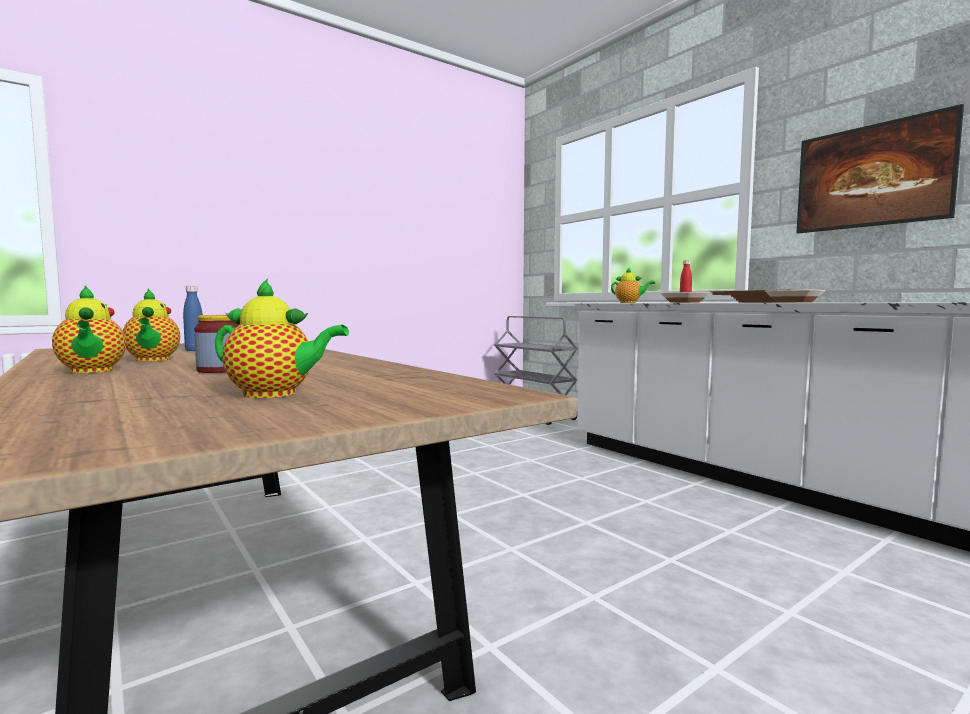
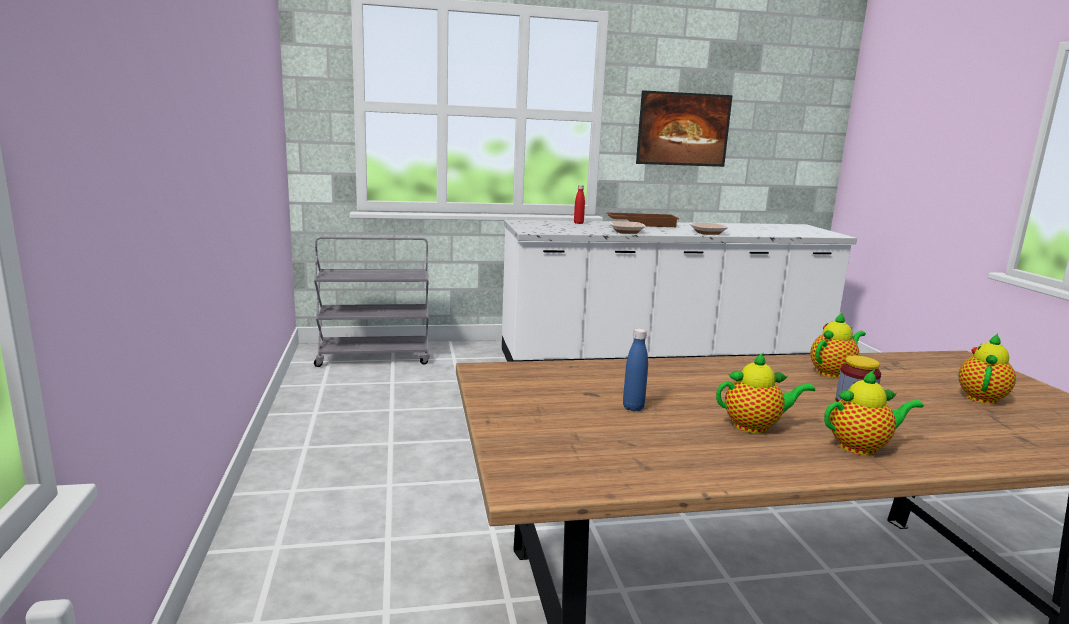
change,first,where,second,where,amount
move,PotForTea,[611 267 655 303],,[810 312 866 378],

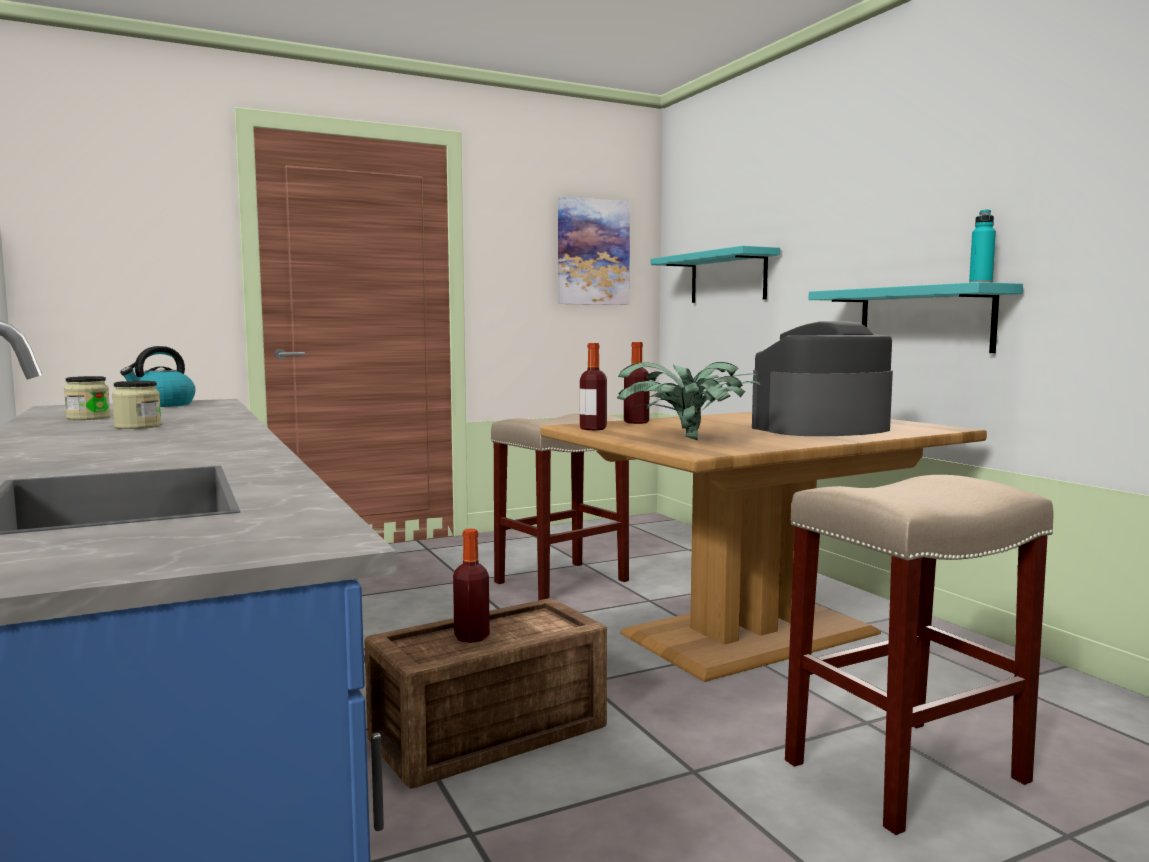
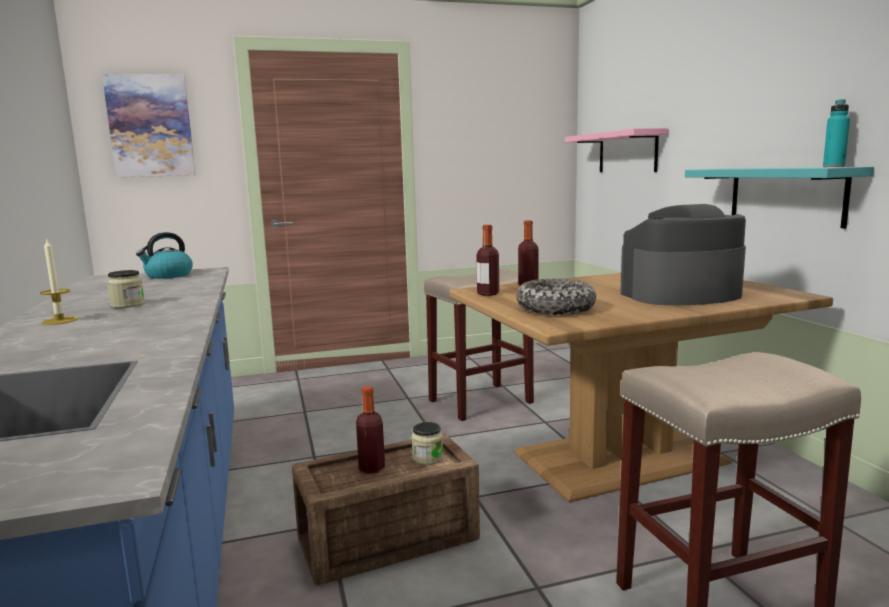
change,first,where,second,where,amount
move,StorageJar,[64 376 111 420],,[411 422 443 465],
move,WallPicture,[558 196 630 305],,[102 74 195 177],
replace,PlantInAPot,[617 362 760 440],ServingBowl,[517 279 596 315],
recolor,TurquoiseColouredShelf,[651 246 780 303],PinkColouredShelf,[565 128 669 172],
insert,,,WaxLight,[40 238 78 325],

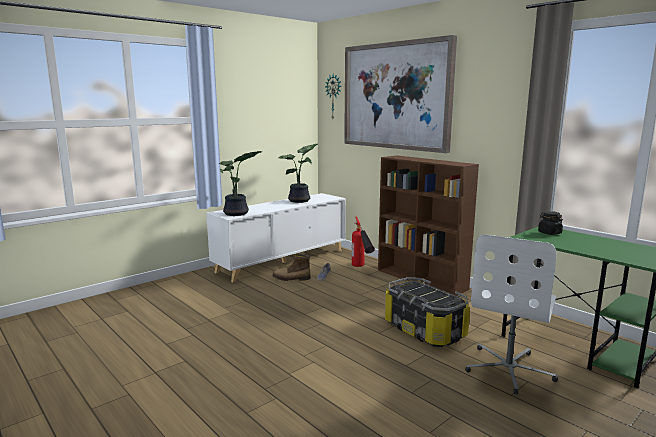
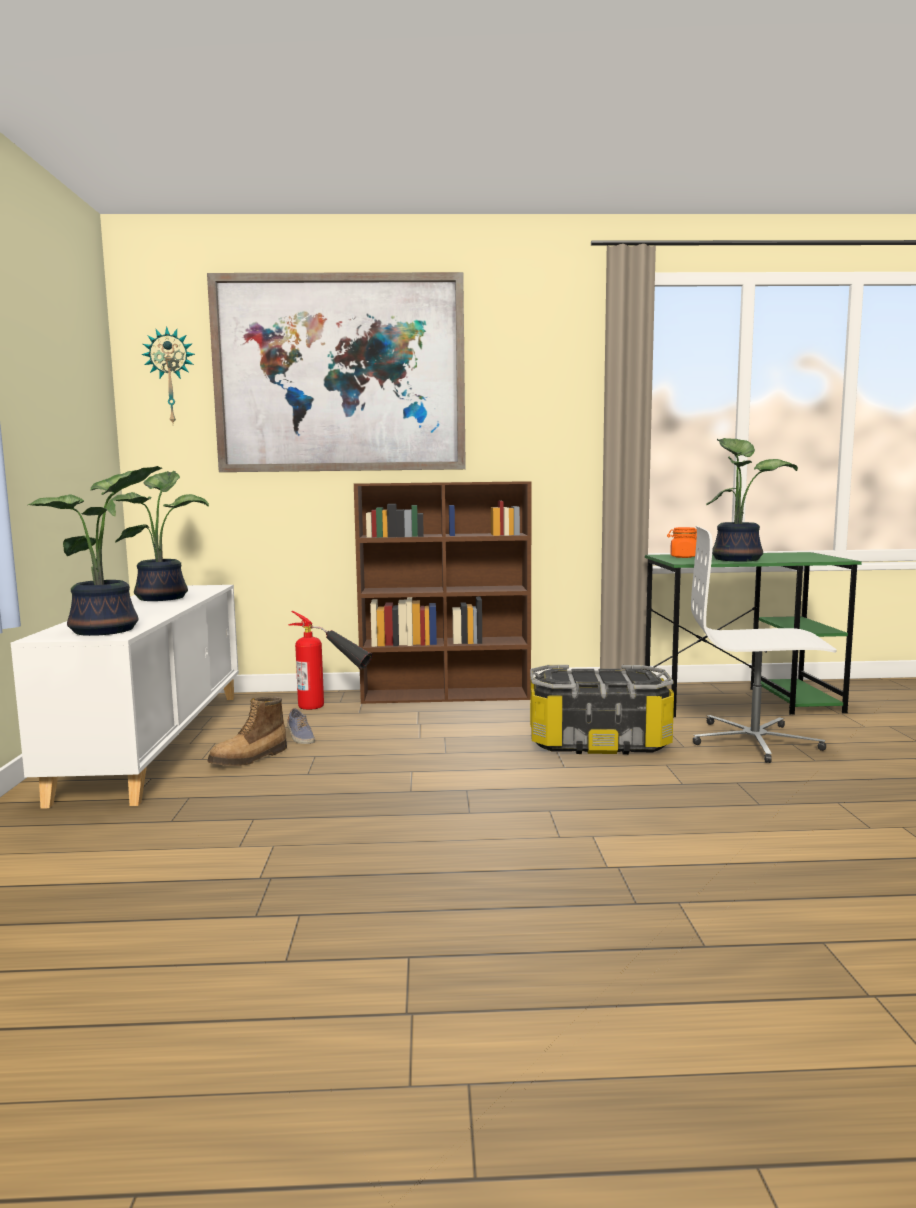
change,first,where,second,where,amount
rotate,WhiteColouredOfficeChair,[465 234 558 395],,[691 526 837 763],120 degrees clockwise
recolor,BlackColouredStorageJar,[538 211 563 235],OrangeStorageJar,[667 527 697 558],
insert,,,PlantInAPot,[706 438 798 561],

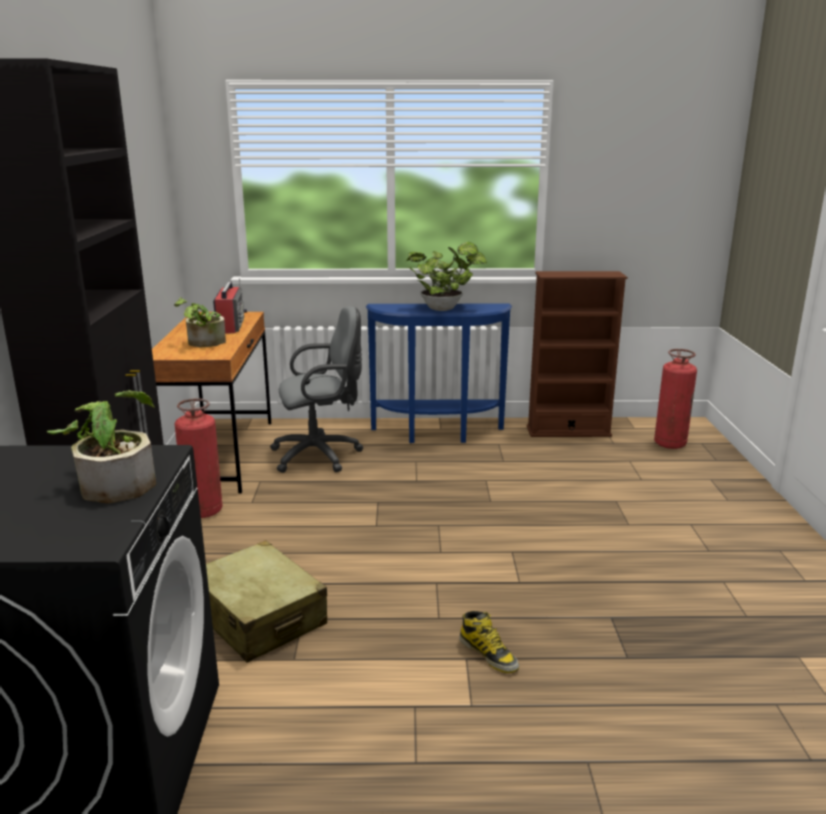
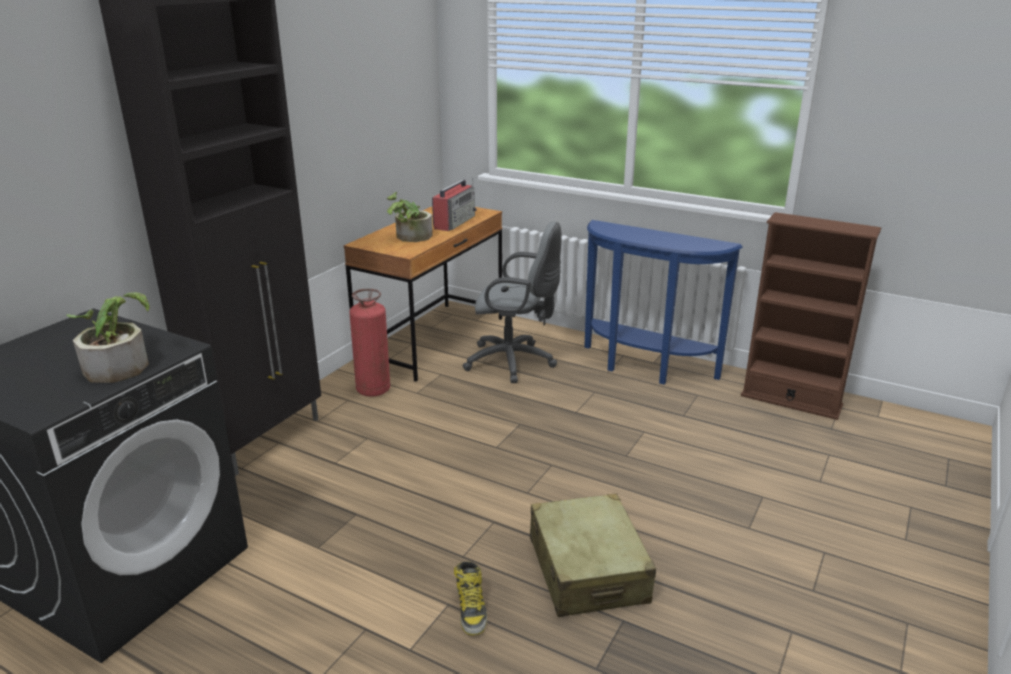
change,first,where,second,where,amount
move,BeigeColouredTravelCase,[206 540 327 663],,[530 493 656 617],
delete,PlantInAPot,[406 242 487 311],,,
delete,FireFightingCylinder,[654 349 697 449],,,

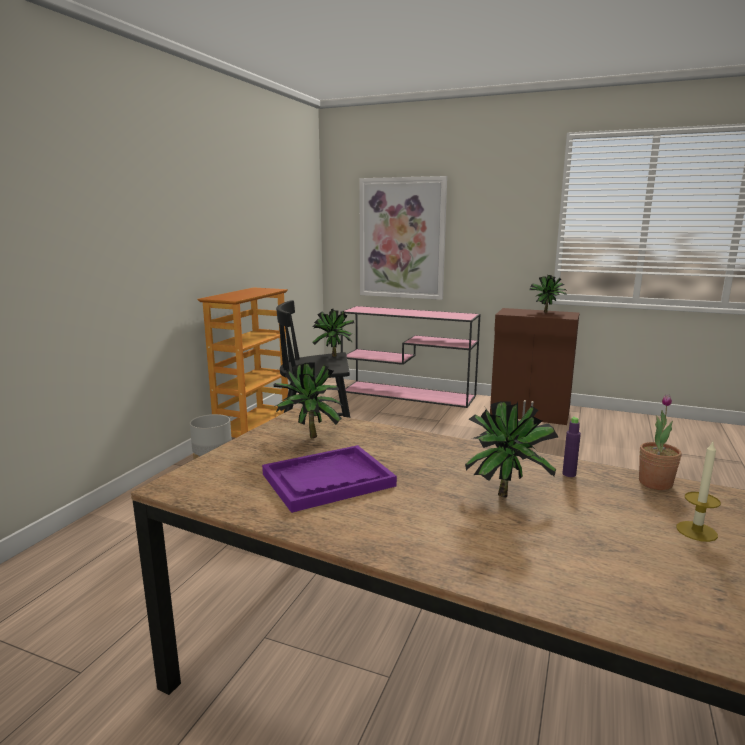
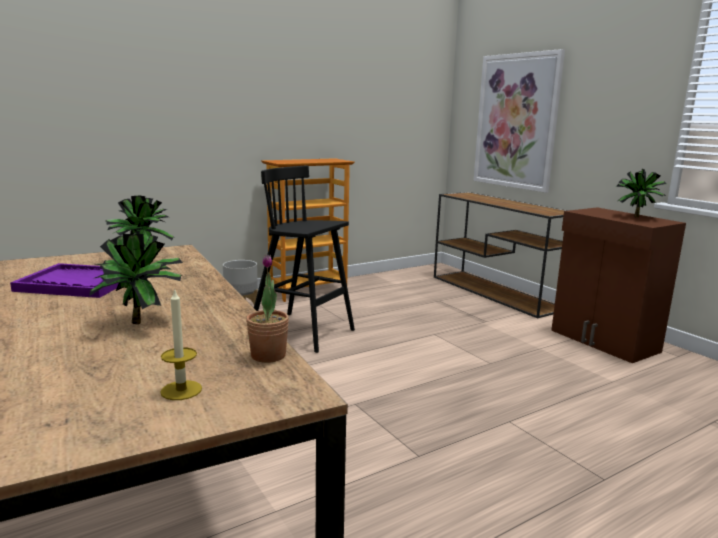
change,first,where,second,where,amount
delete,PlantInAPot,[312 309 354 357],,,
recolor,PinkColouredConsoleTable,[340 306 480 408],BrownConsoleTable,[434 192 568 318],
delete,PurpleBeverageBottle,[562 416 581 477],,,

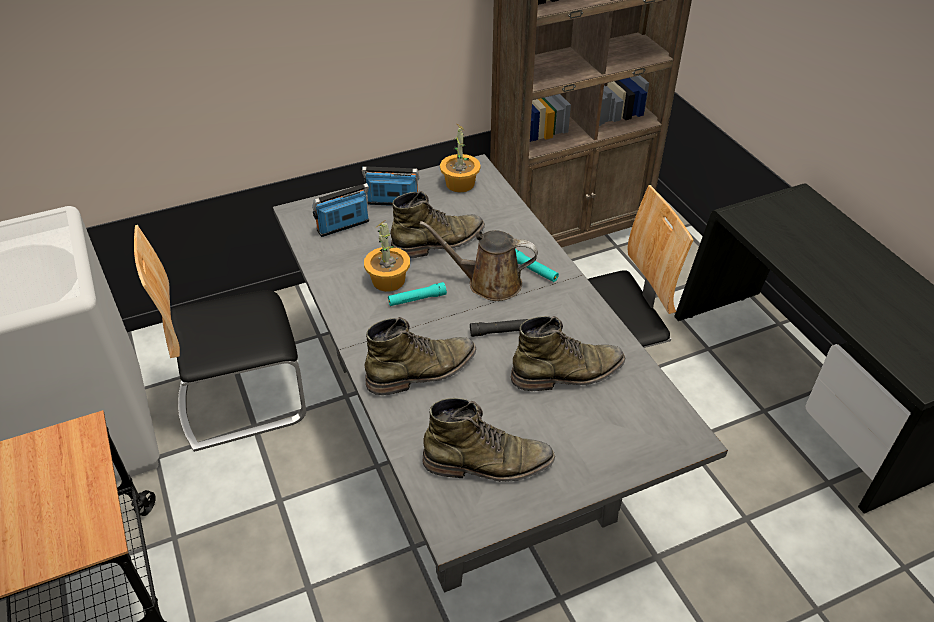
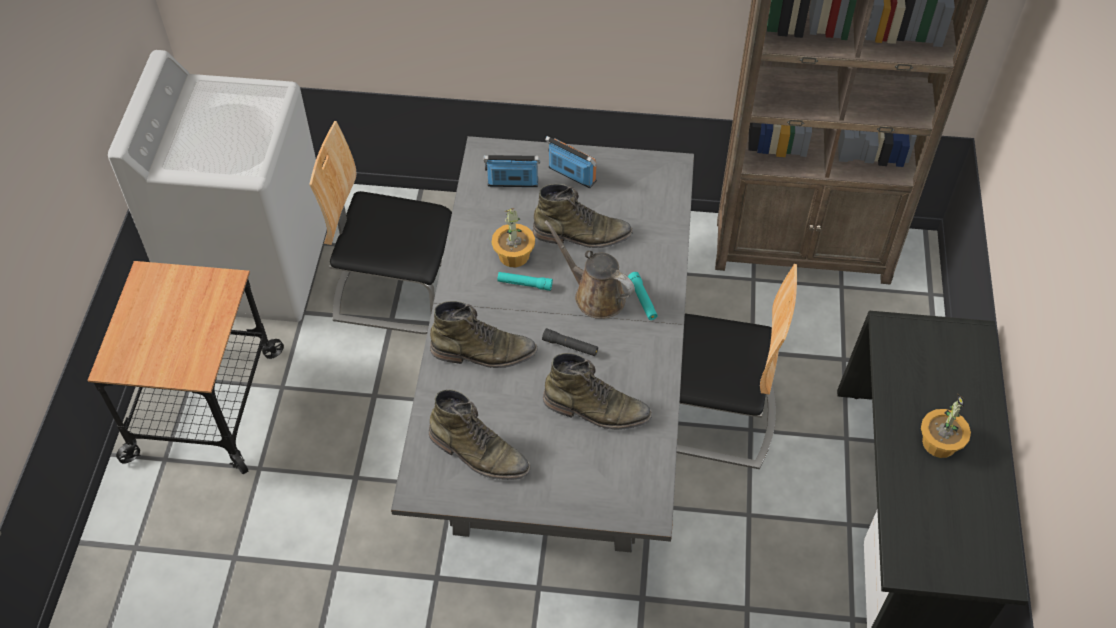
change,first,where,second,where,amount
move,PlantInAPot,[440 123 481 193],,[921 394 971 458],

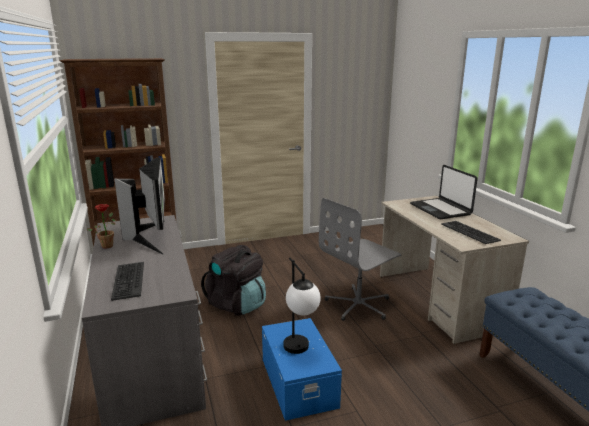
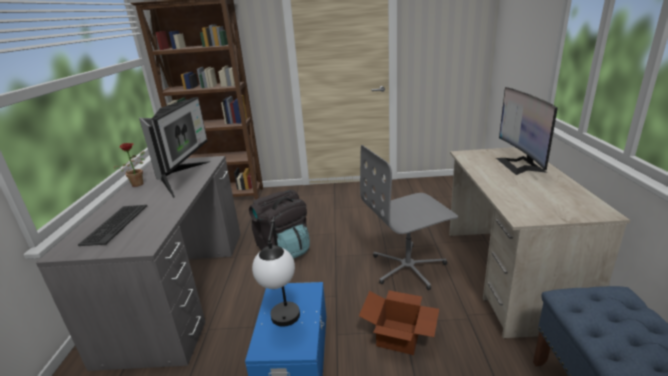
change,first,where,second,where,amount
replace,NotebookComputer,[410 165 478 219],ComputerDisplay,[496 87 558 175],
delete,Keyboard,[441 221 501 244],,,
insert,,,PackingBox,[359 290 439 355],

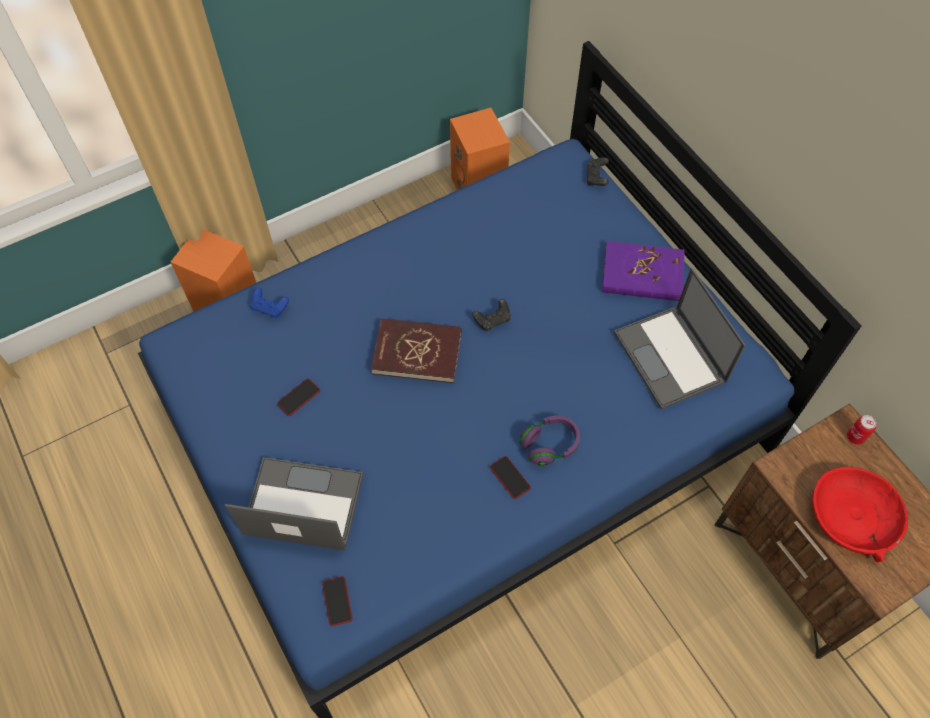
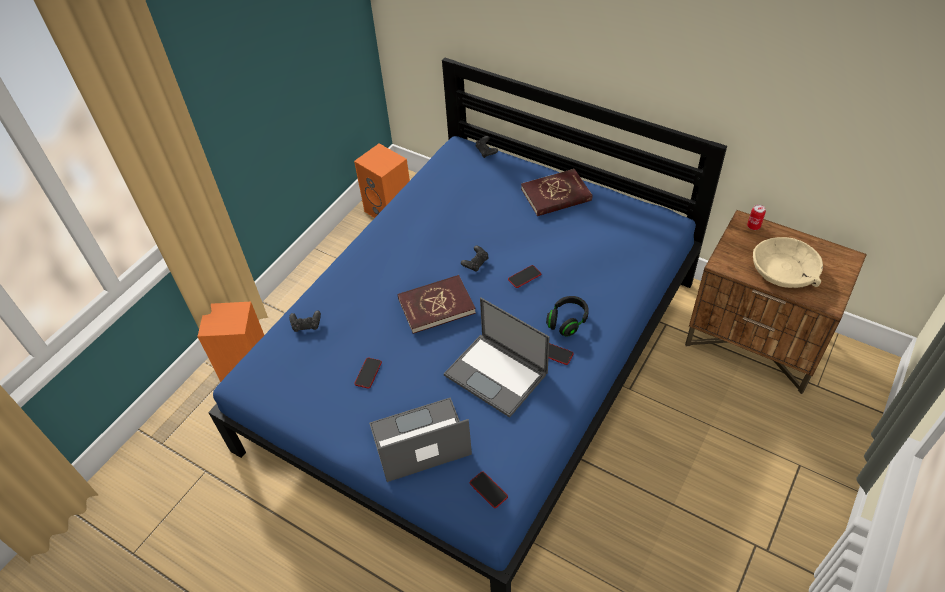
change,first,where,second,where,amount
recolor,BluishGamepad,[251 288 289 318],BlackColouredGamepad,[289 310 321 332],
recolor,PurpleHeadset,[520 415 580 466],BlackColouredHeadset,[546 296 589 337],
recolor,PurpleBook,[602 241 685 301],ReddishBook,[521 169 592 216],
move,NotebookComputer,[614 268 746 409],,[444 298 550 418],
recolor,ReddishServingBowl,[812 467 908 563],BeigeColouredServingBowl,[753 237 823 288],
insert,,,Telephone,[508 265 541 288],

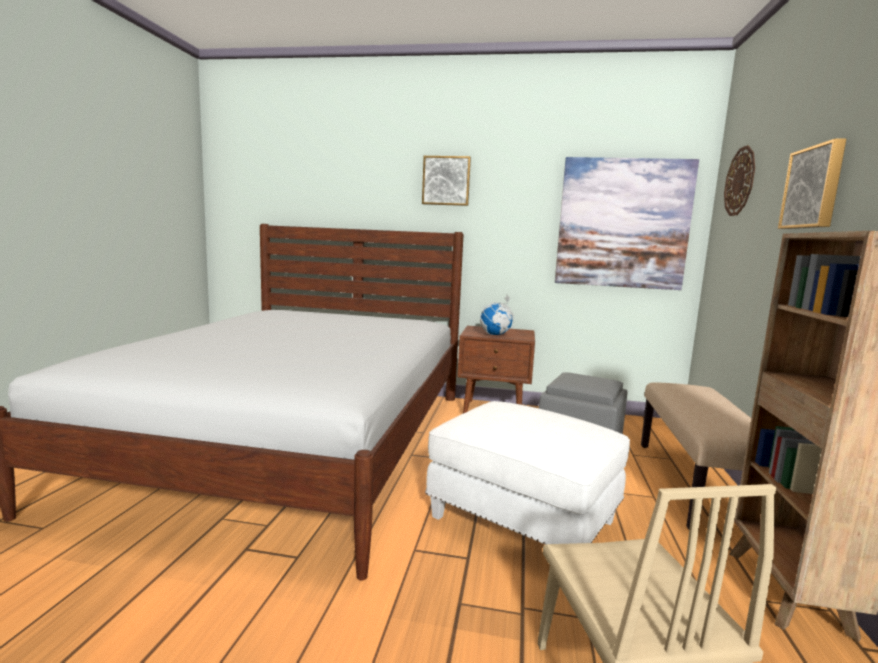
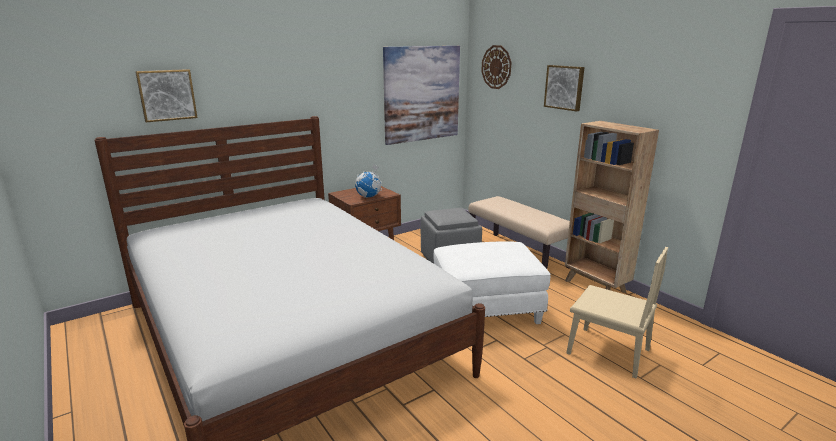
change,first,where,second,where,amount
move,WallPicture,[422 156 471 206],,[135 69 198 122],

